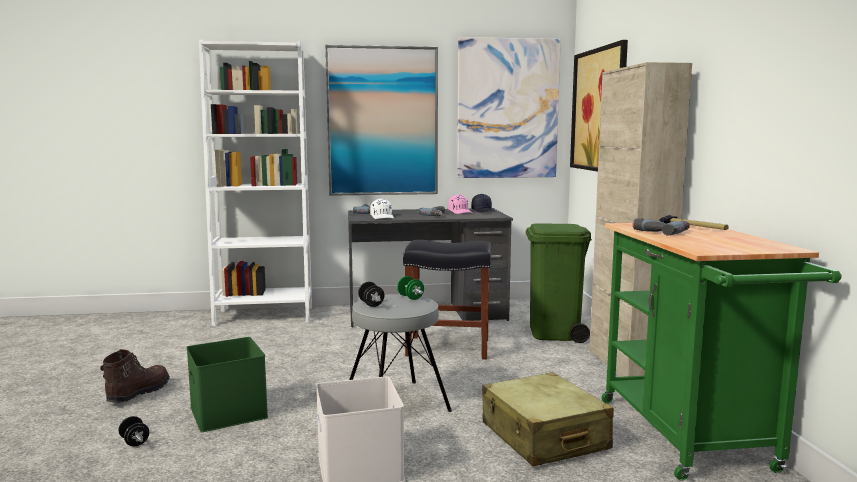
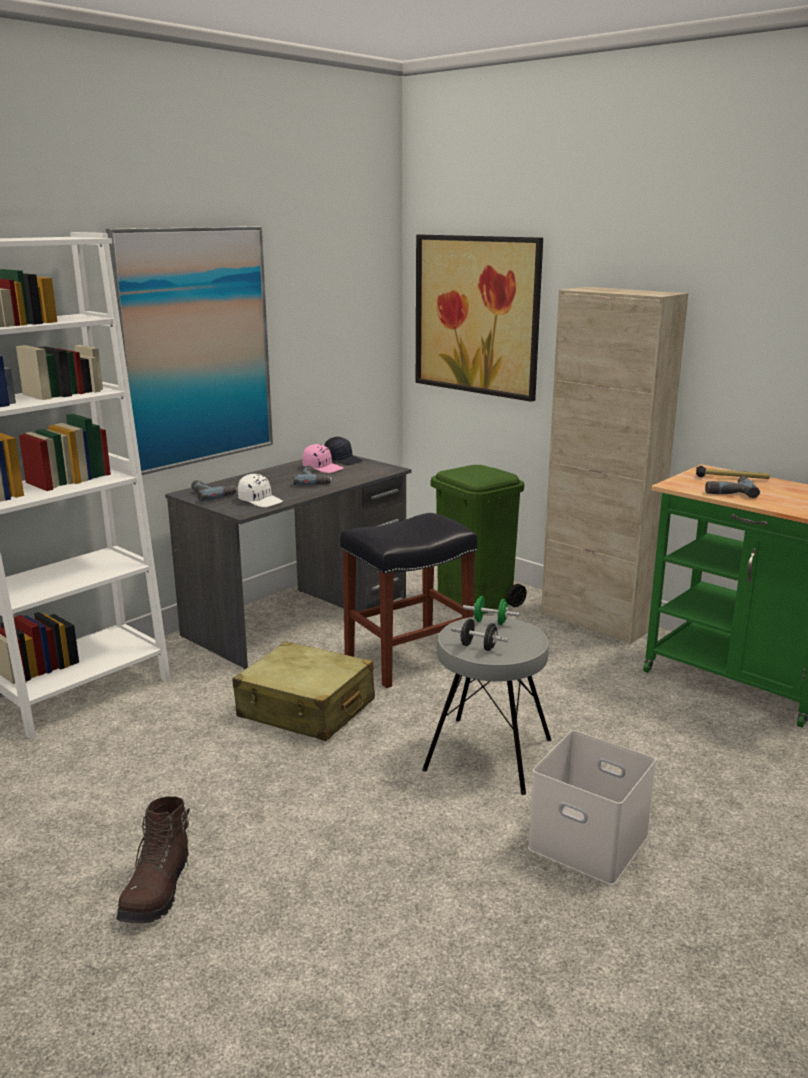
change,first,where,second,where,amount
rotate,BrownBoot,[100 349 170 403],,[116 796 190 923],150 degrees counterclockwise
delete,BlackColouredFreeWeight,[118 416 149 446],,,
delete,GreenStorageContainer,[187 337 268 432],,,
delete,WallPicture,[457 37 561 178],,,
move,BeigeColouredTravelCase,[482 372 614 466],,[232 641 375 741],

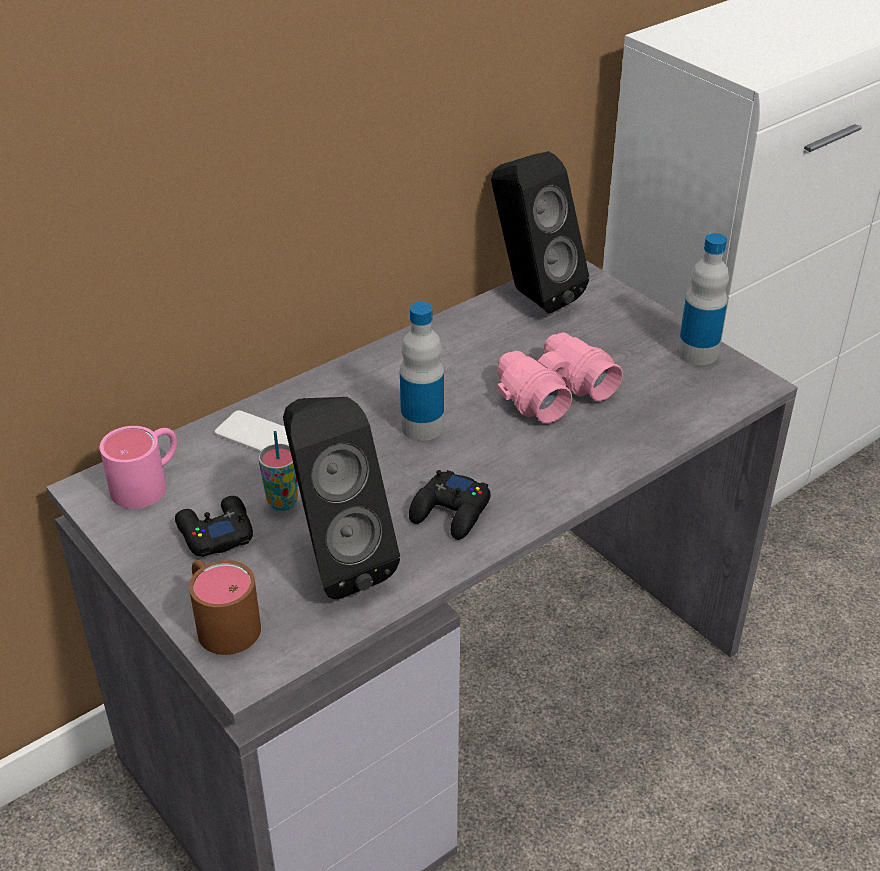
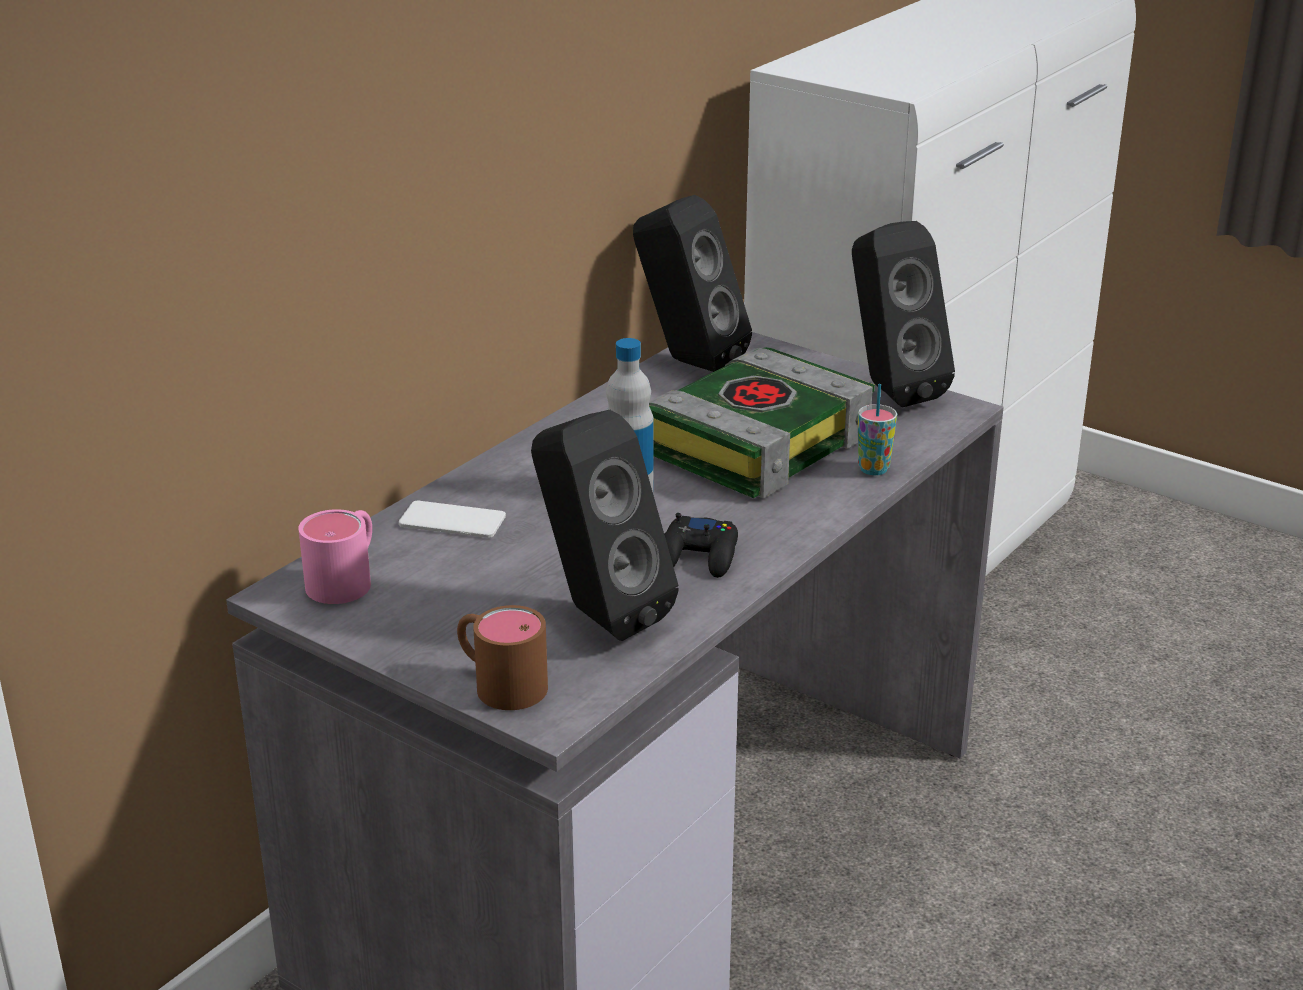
change,first,where,second,where,amount
delete,BlackColouredGamepad,[175 496 253 557],,,
move,SmallCup,[259 431 298 511],,[858 384 897 475],
replace,PinkColouredPairOfBinoculars,[497 332 623 423],Book,[649 347 875 498],
replace,BeverageBottle,[678 233 729 365],BlackColouredAudioSpeaker,[852 221 955 407],

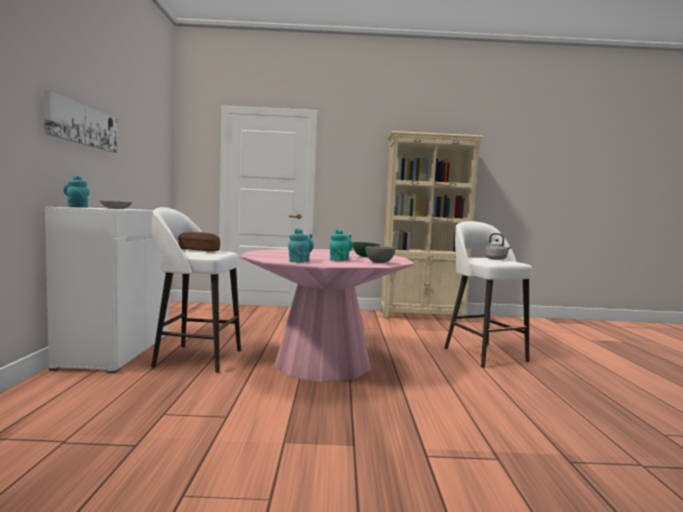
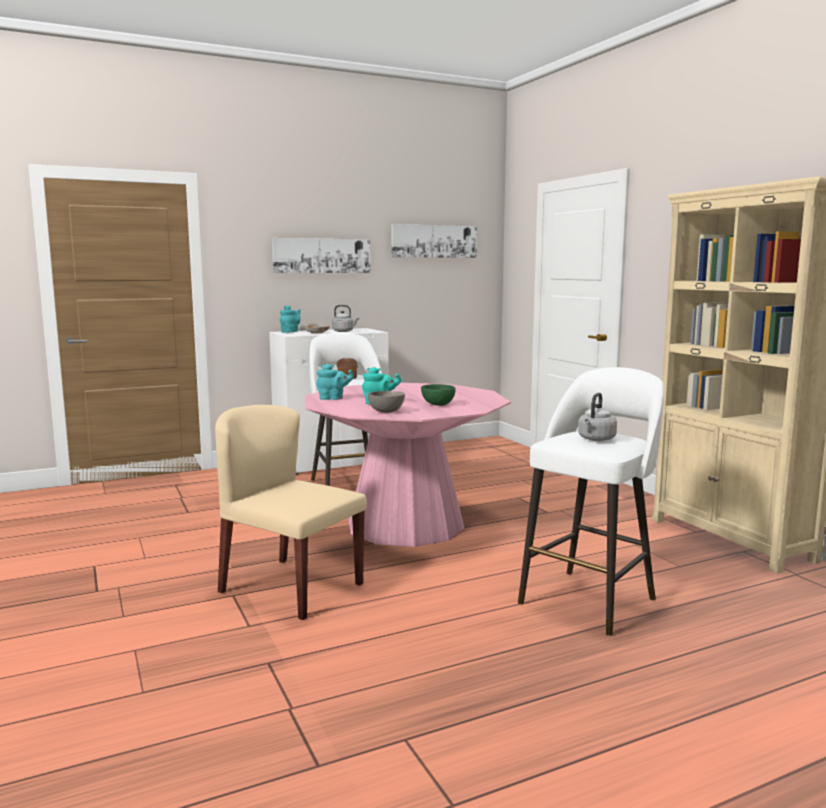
change,first,where,second,where,amount
insert,,,BeigeColouredPlainChair,[215 405 367 620],
insert,,,GreyishWaterKettle,[332 305 359 332],
insert,,,WallPicture,[391 224 477 258],

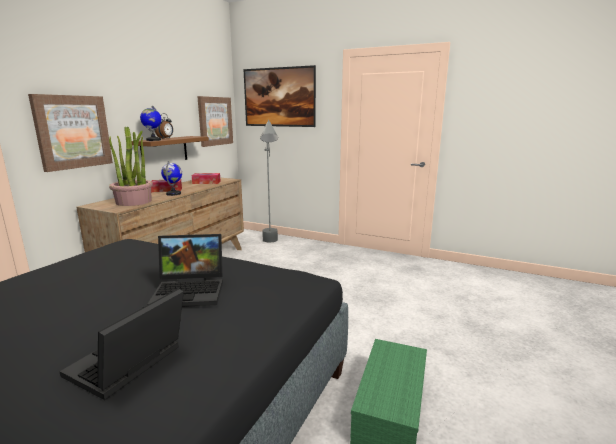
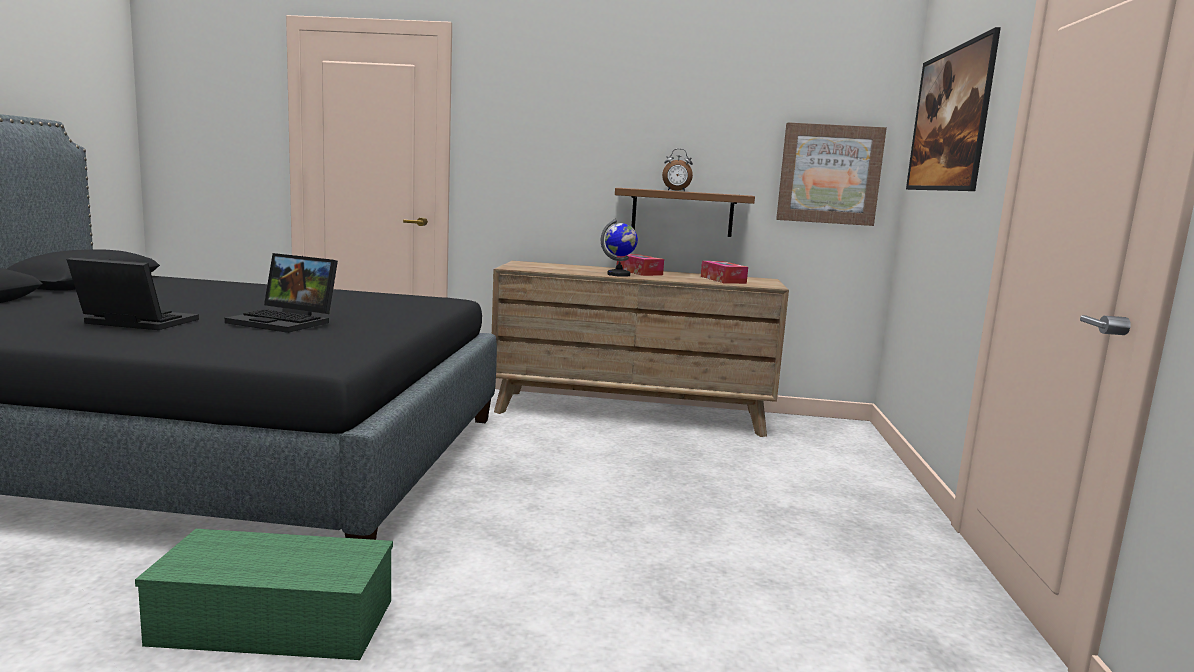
change,first,where,second,where,amount
delete,WallPicture,[28 94 113 172],,,
delete,PlantInAPot,[109 126 153 206],,,
delete,Globe,[140 106 161 141],,,
rotate,NotebookComputer,[147 234 223 307],,[225 253 338 333],45 degrees counterclockwise
delete,GreyishFloorLamp,[260 120 278 242],,,

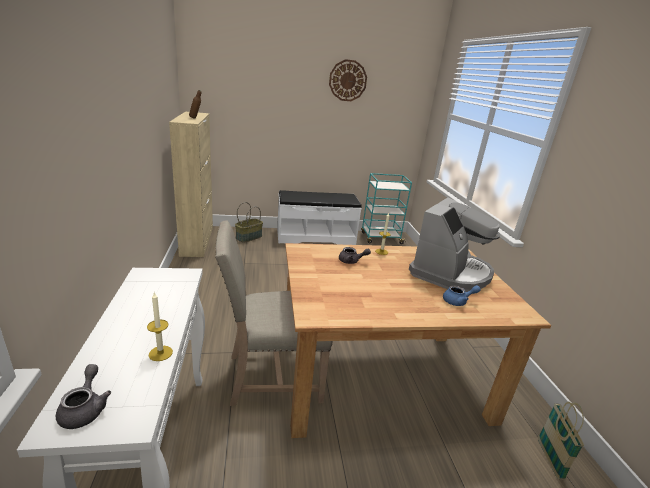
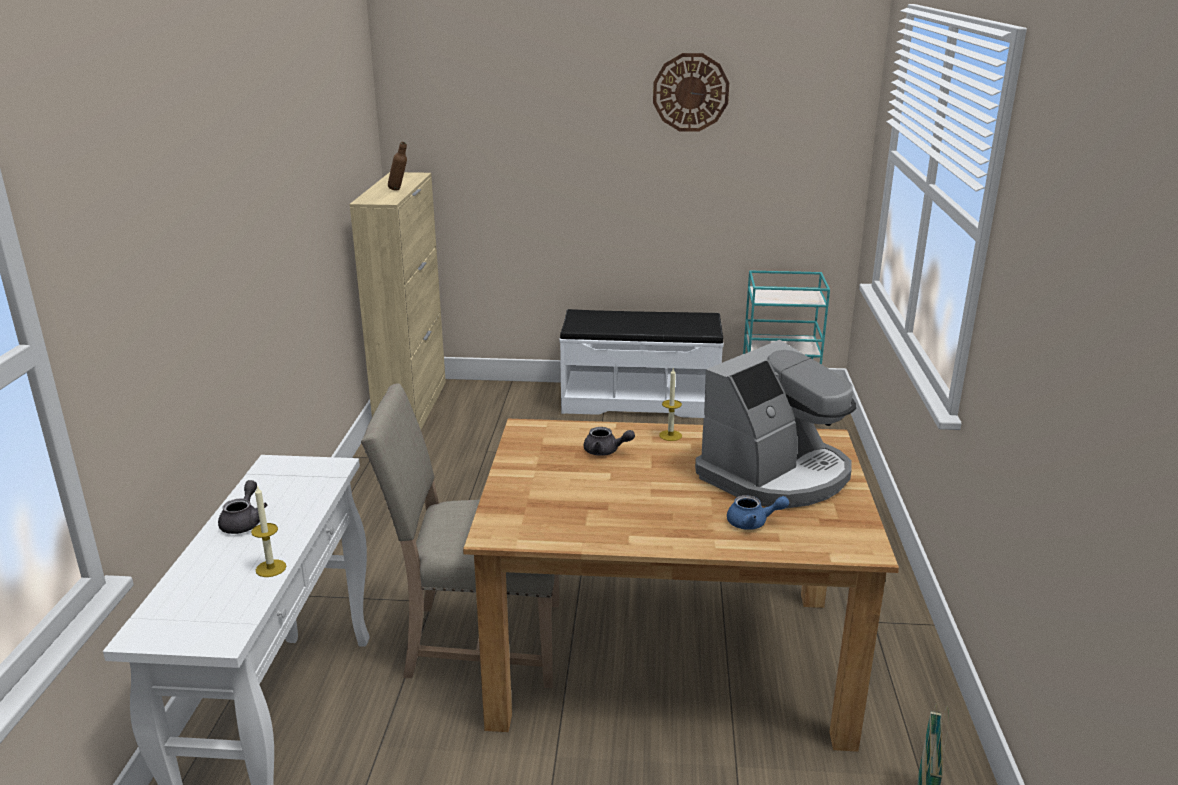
change,first,where,second,where,amount
move,GreyishPotForTea,[56 364 111 429],,[218 480 267 534],
delete,HouseholdBasket,[235 202 263 243],,,

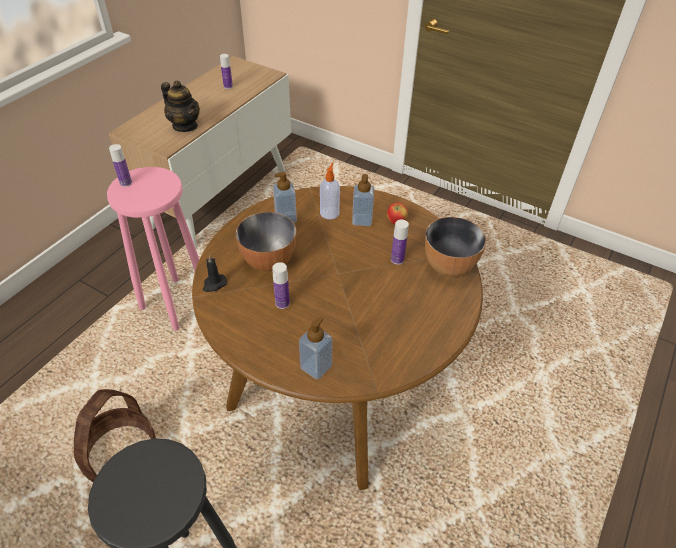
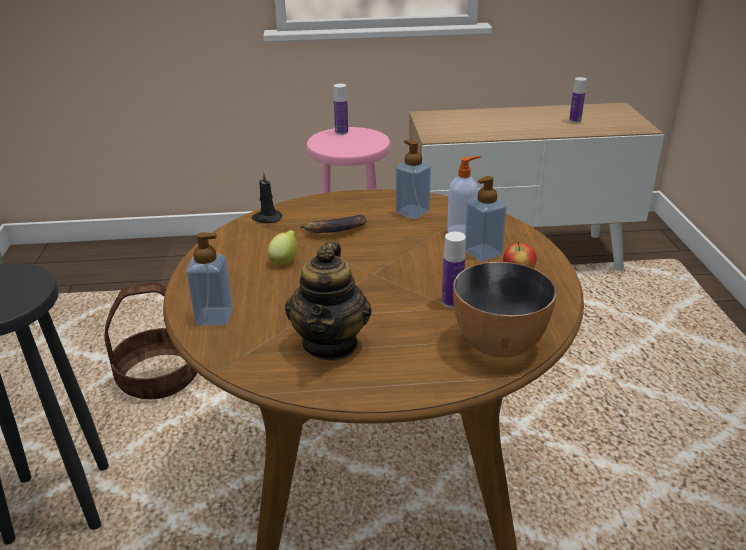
change,first,where,second,where,amount
move,PotForTea,[161 81 200 132],,[285 241 372 360],
replace,ServingBowl,[236 212 296 271],Banana,[298 215 367 233],
replace,BeverageBottle,[272 262 290 309],Lemon,[267 230 297 267],

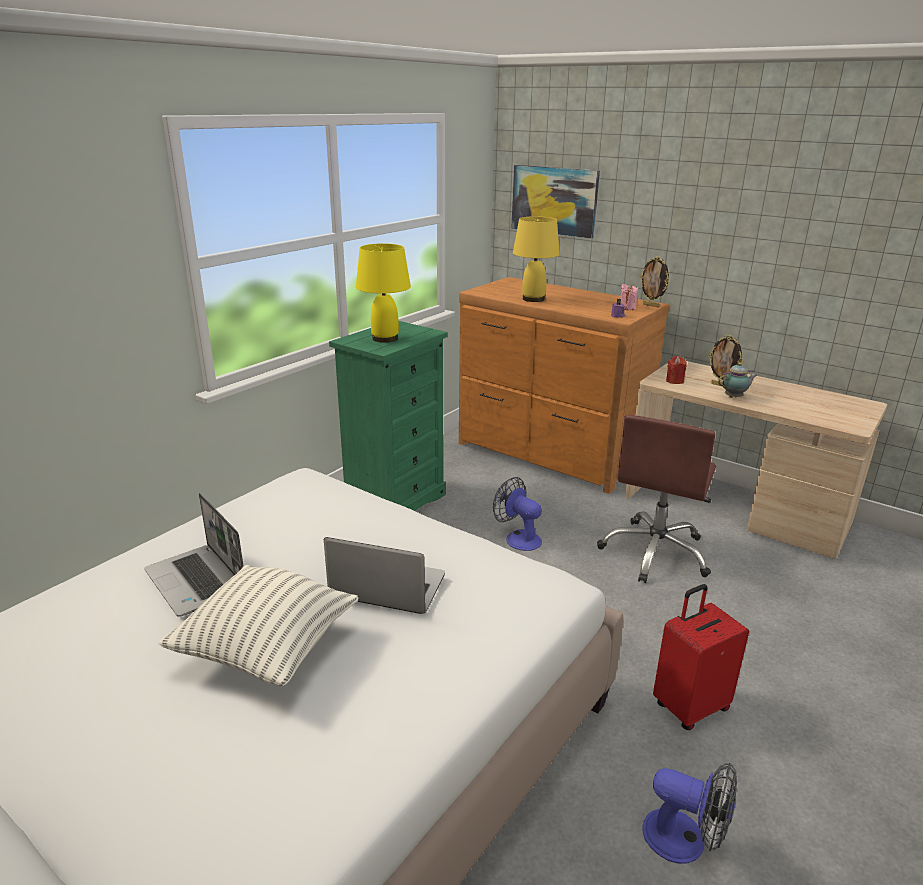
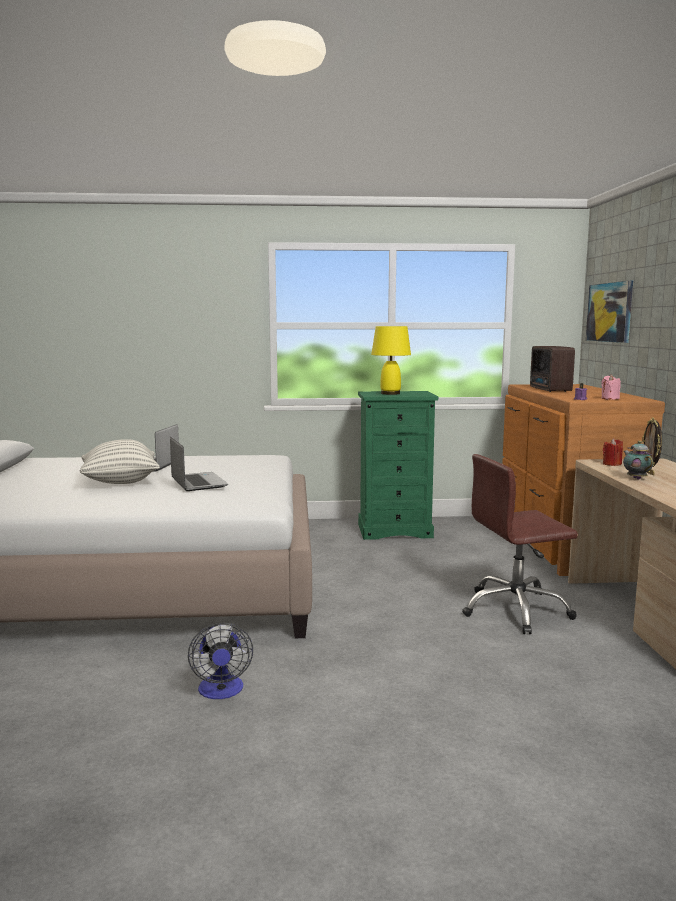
change,first,where,second,where,amount
delete,CoolingFan,[493 477 542 551],,,
replace,YellowLampForATable,[513 216 560 302],RadioSet,[530 346 575 392],
delete,StandingFrame,[639 256 670 307],,,
delete,ReddishTravelCase,[653 584 749 730],,,
rotate,PotForTea,[718 363 757 398],,[623 441 653 480],135 degrees counterclockwise

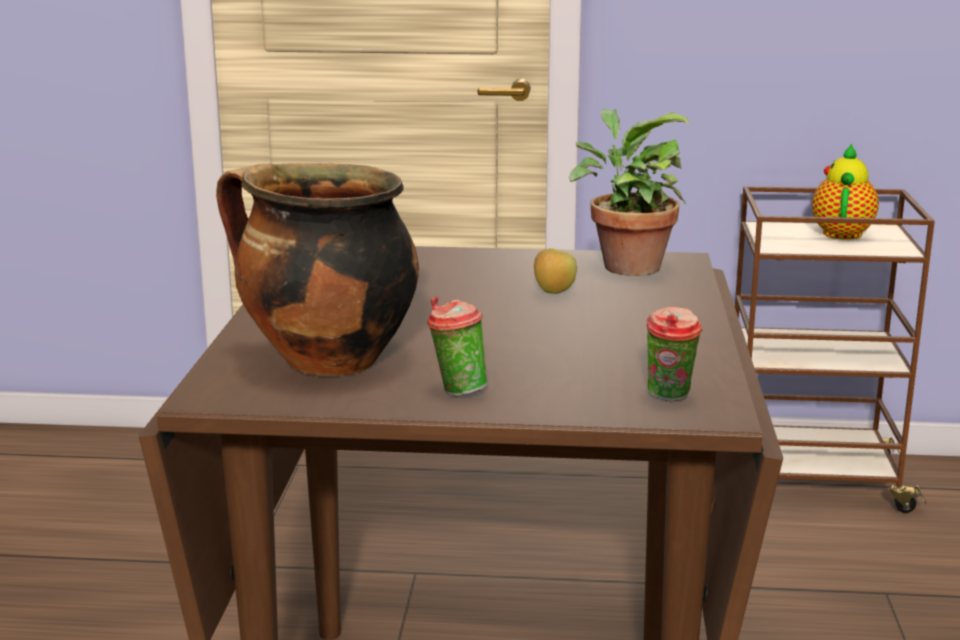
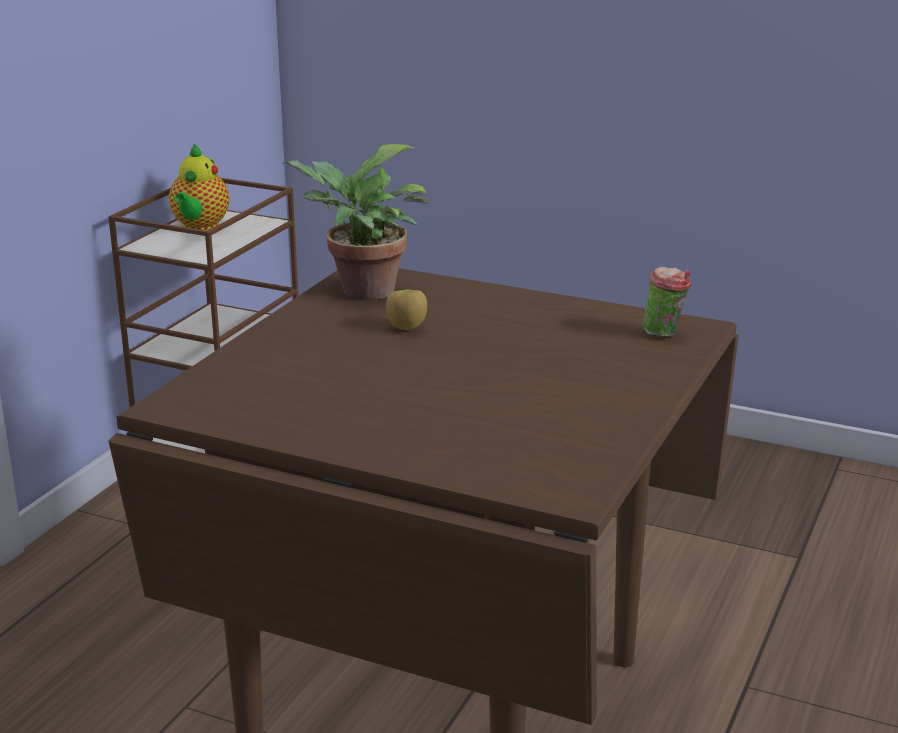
change,first,where,second,where,amount
delete,Stockpot,[216 163 419 376],,,
delete,SmallCup,[427 296 487 396],,,
rotate,PotForTea,[812 143 879 240],,[169 144 229 231],120 degrees counterclockwise

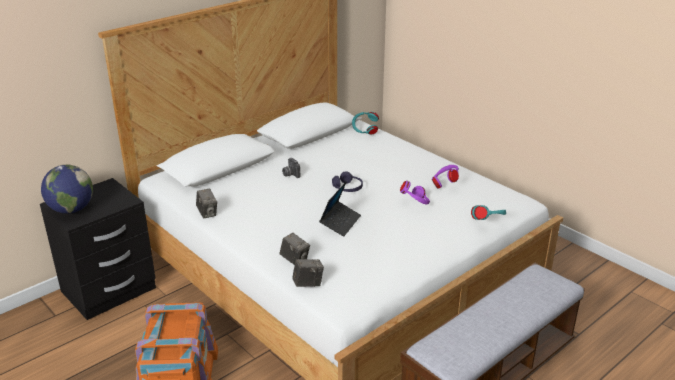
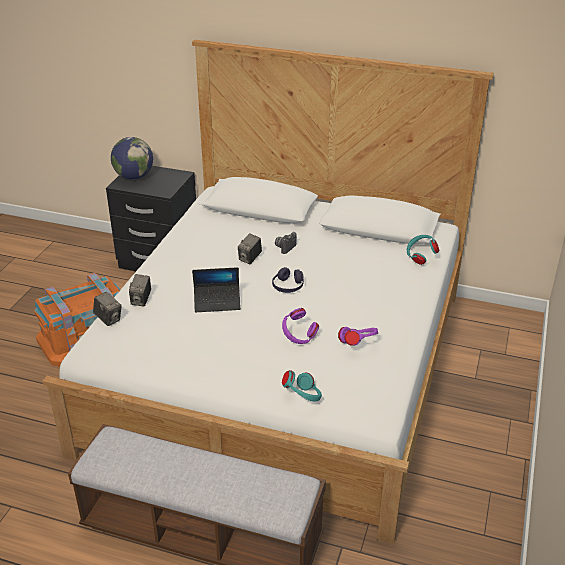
change,first,where,second,where,amount
move,StillCamera,[196 189 217 218],,[238 233 262 264],

